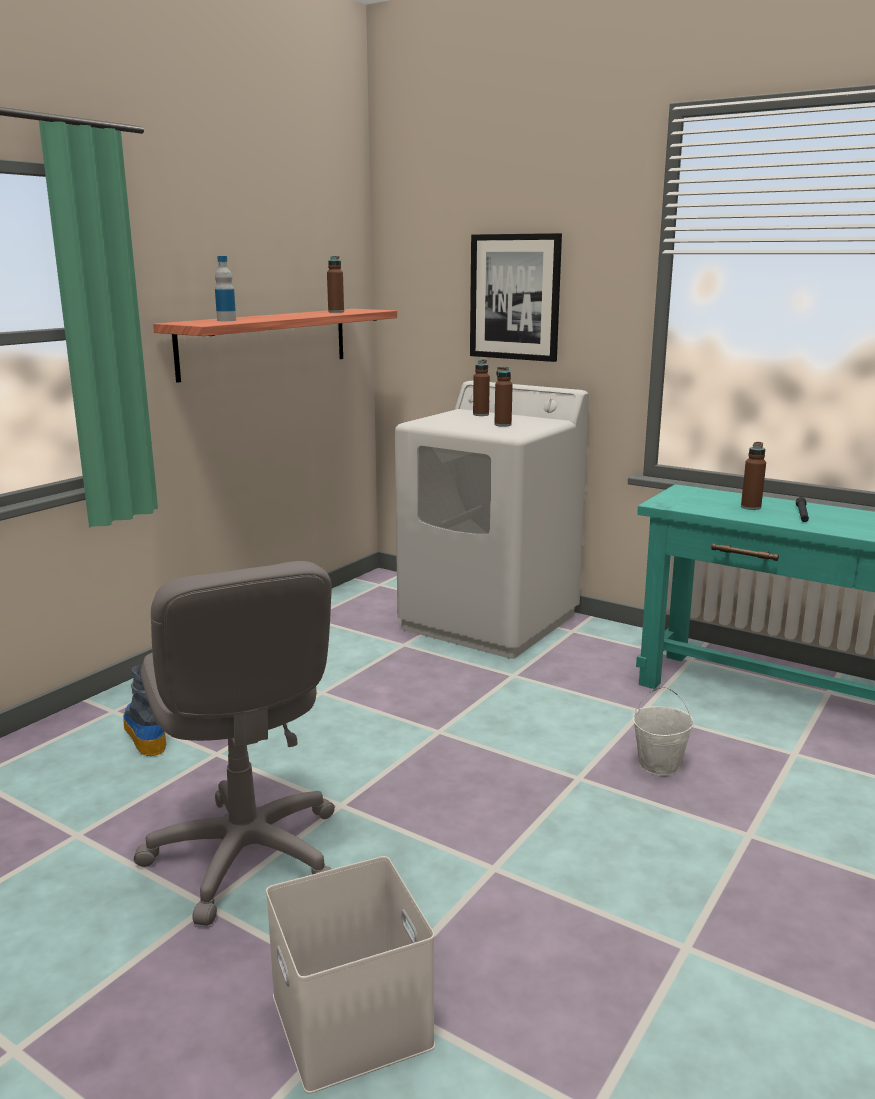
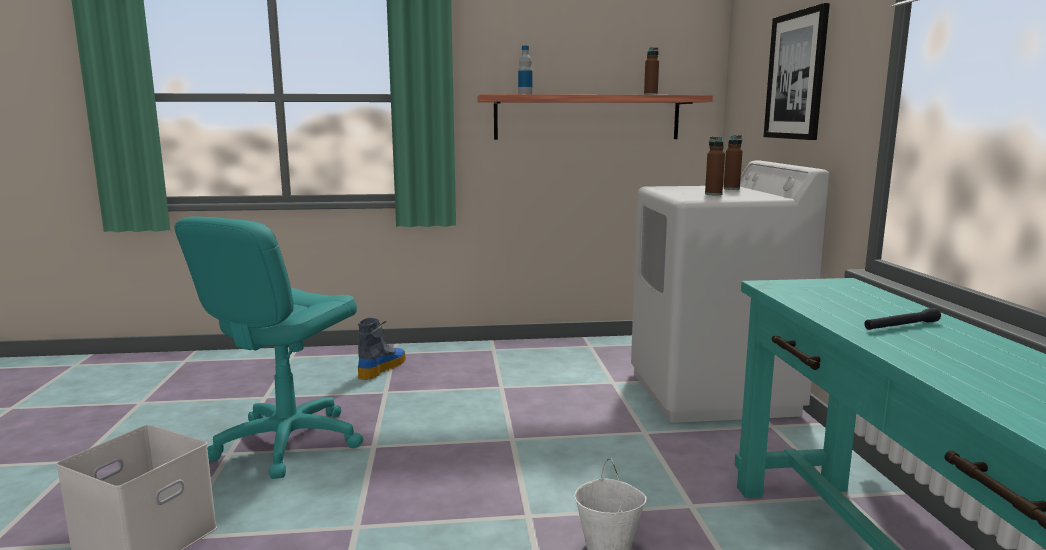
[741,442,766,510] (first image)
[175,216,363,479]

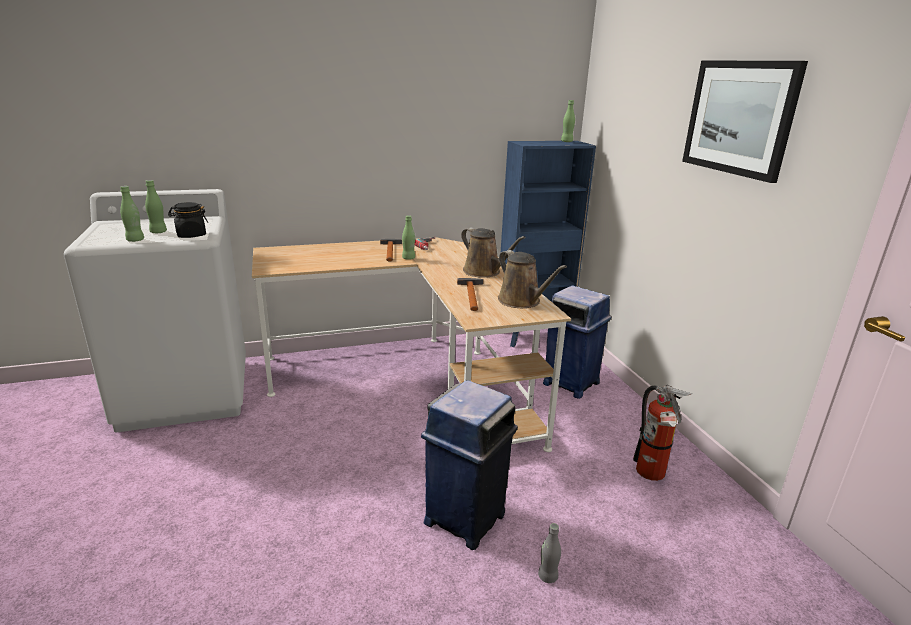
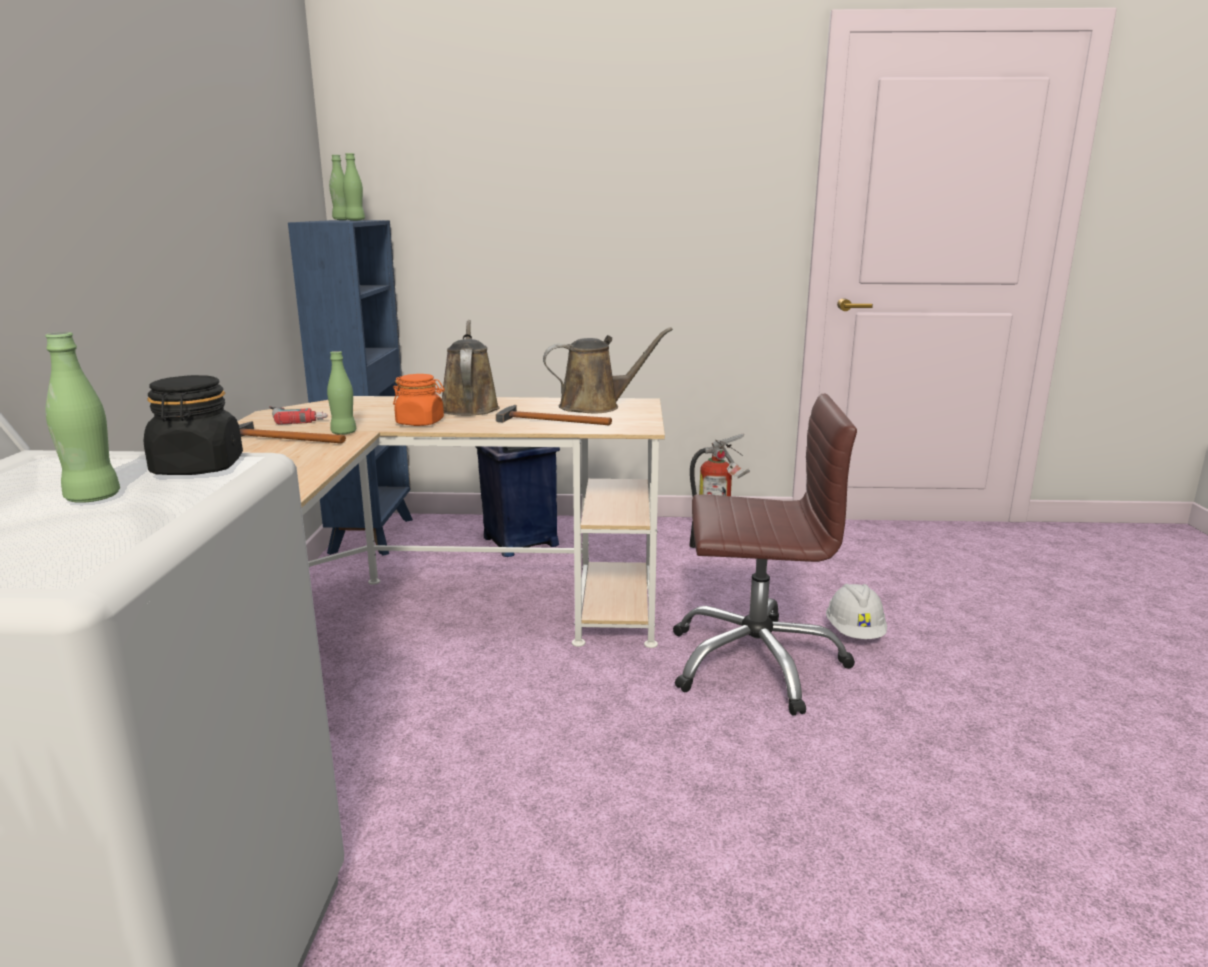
[682,61,808,183] (first image)
[393,374,445,426]
[343,153,365,221]
[673,394,857,716]
[826,584,887,639]
[442,320,500,416]

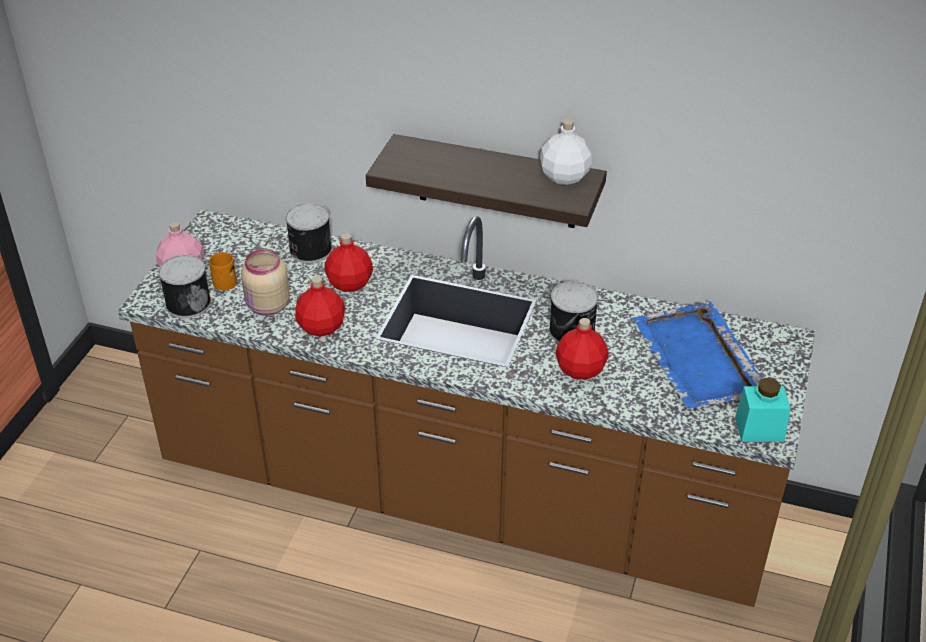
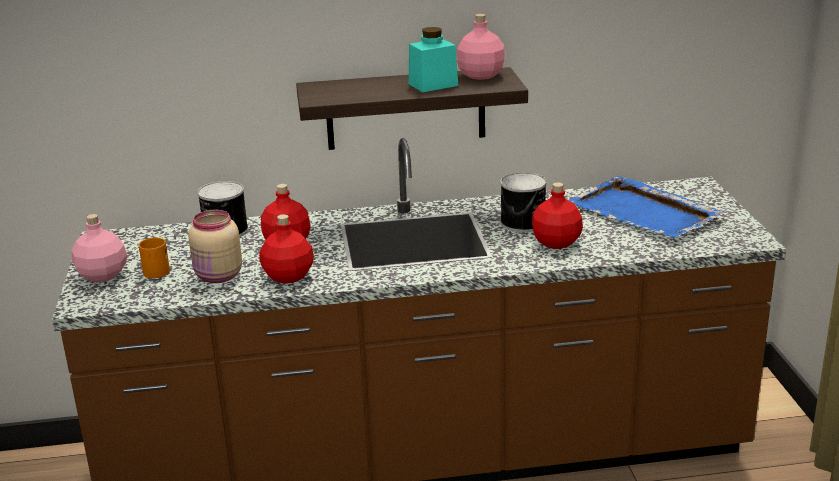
[158,255,211,318] (first image)
[409,27,458,92]
[457,14,505,80]

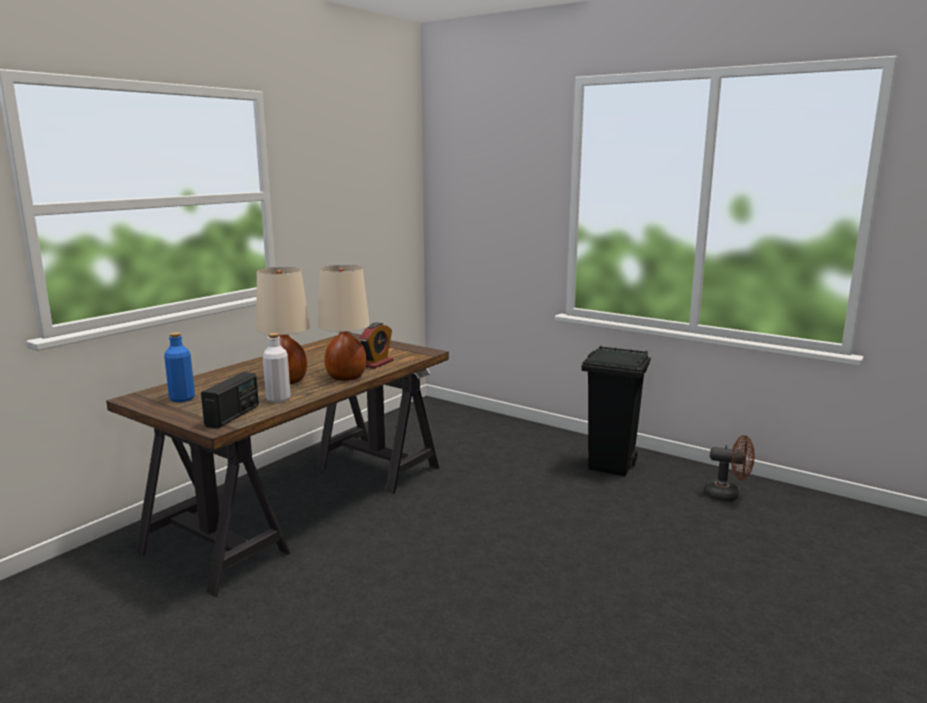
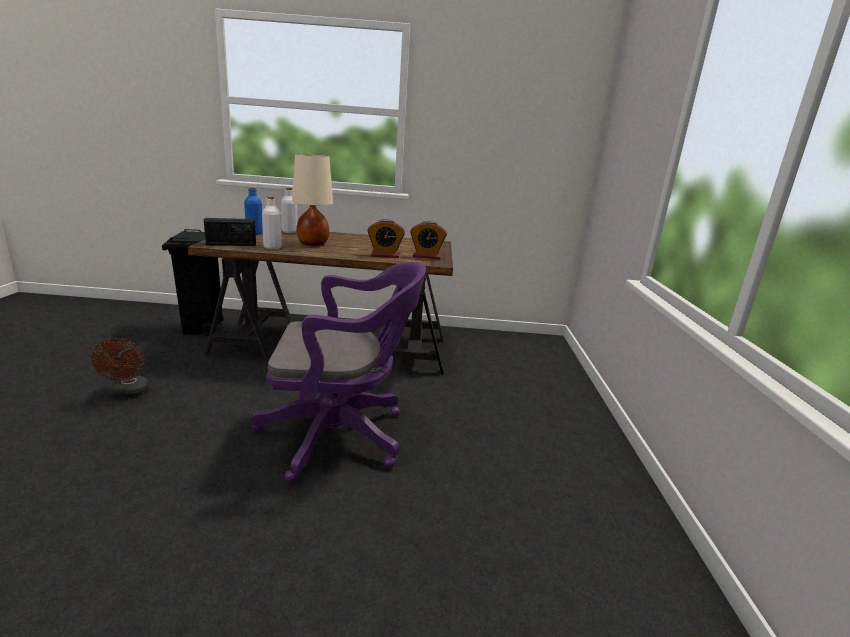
[318,265,370,381] (first image)
[251,262,426,483]
[281,187,298,233]
[410,221,447,259]
[162,229,224,336]
[92,338,149,398]

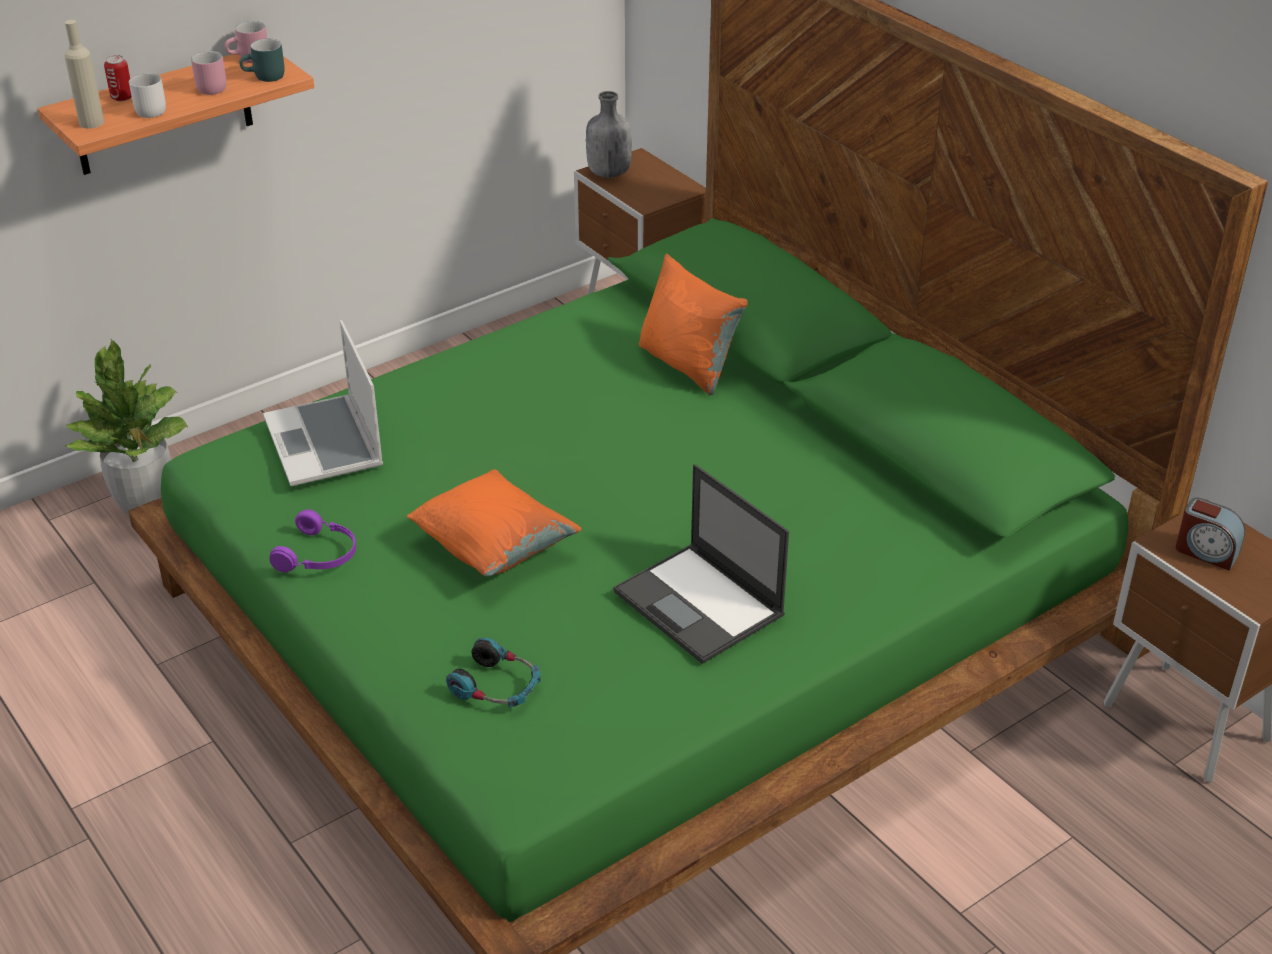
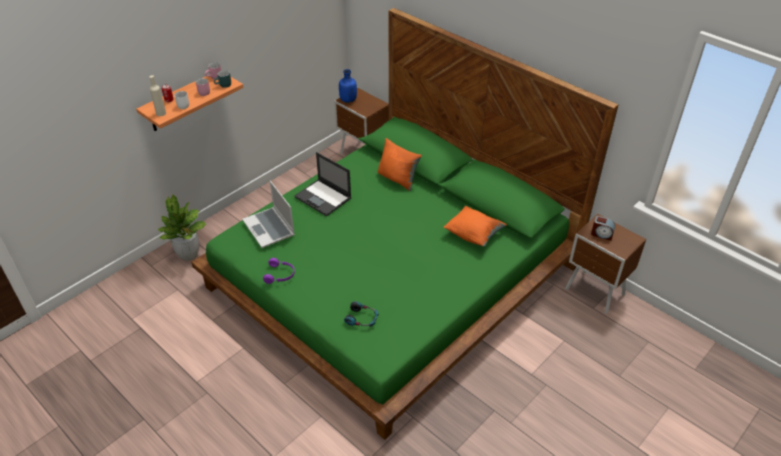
[444,206,507,246]
[294,152,351,216]
[339,69,357,103]

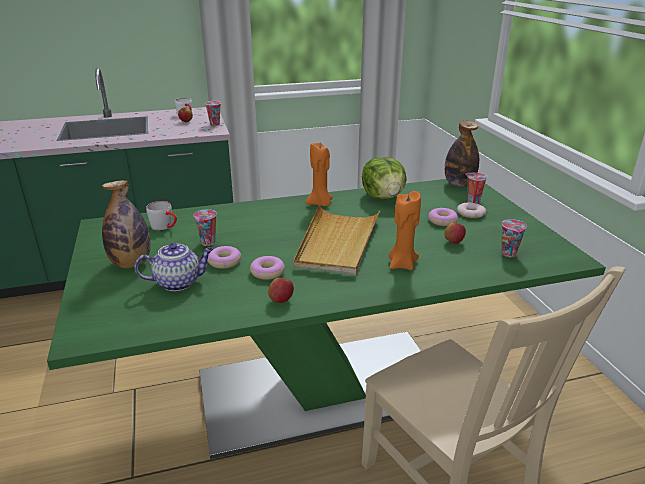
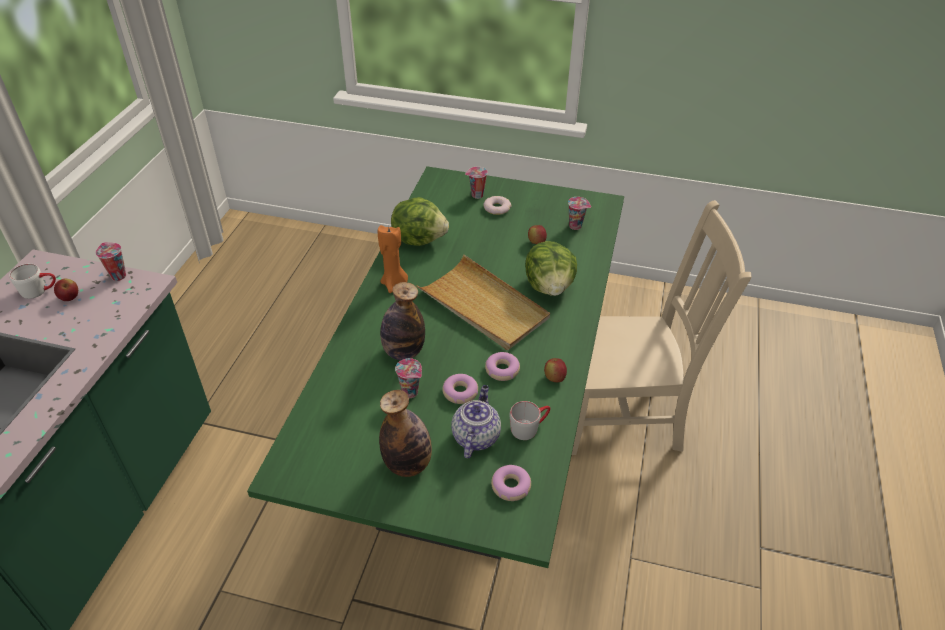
[510,401,550,440]
[491,465,531,501]
[380,282,425,360]
[525,241,577,296]

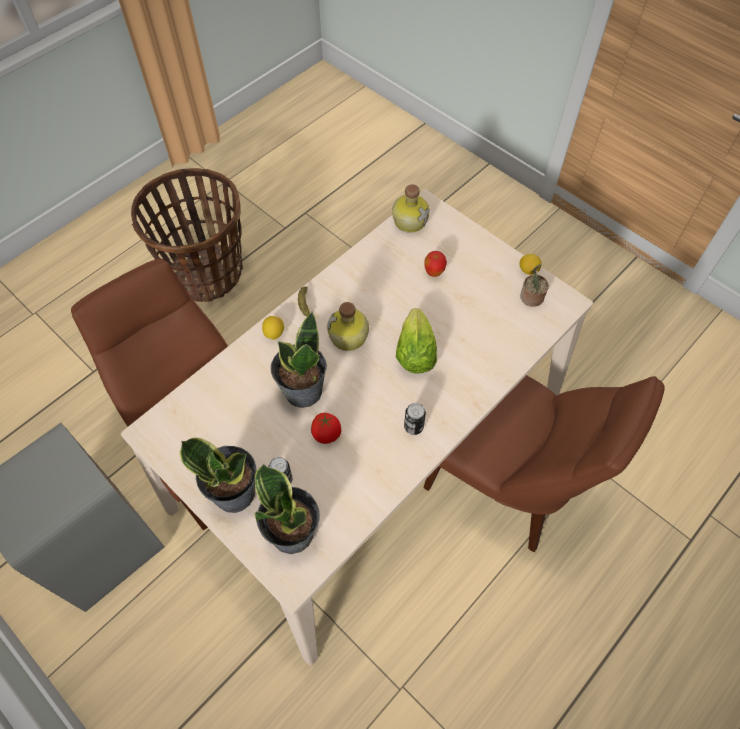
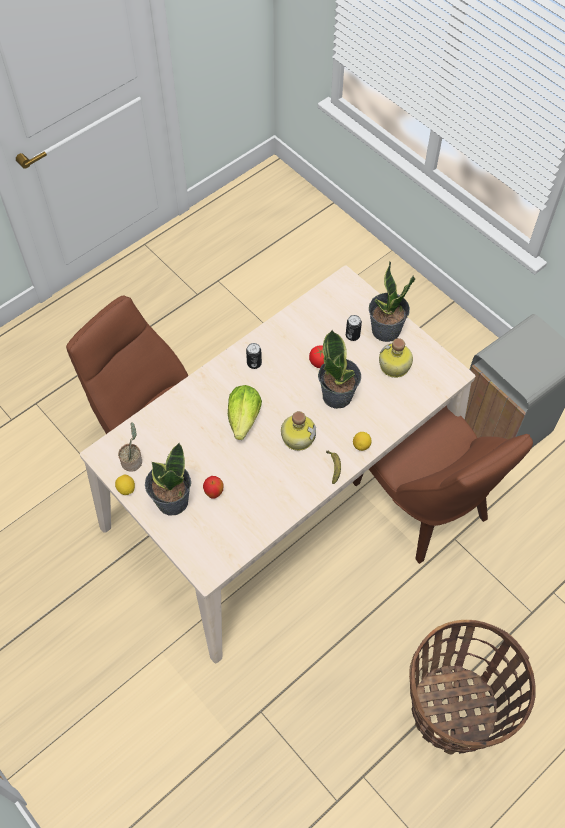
[145,443,191,516]
[379,338,413,378]

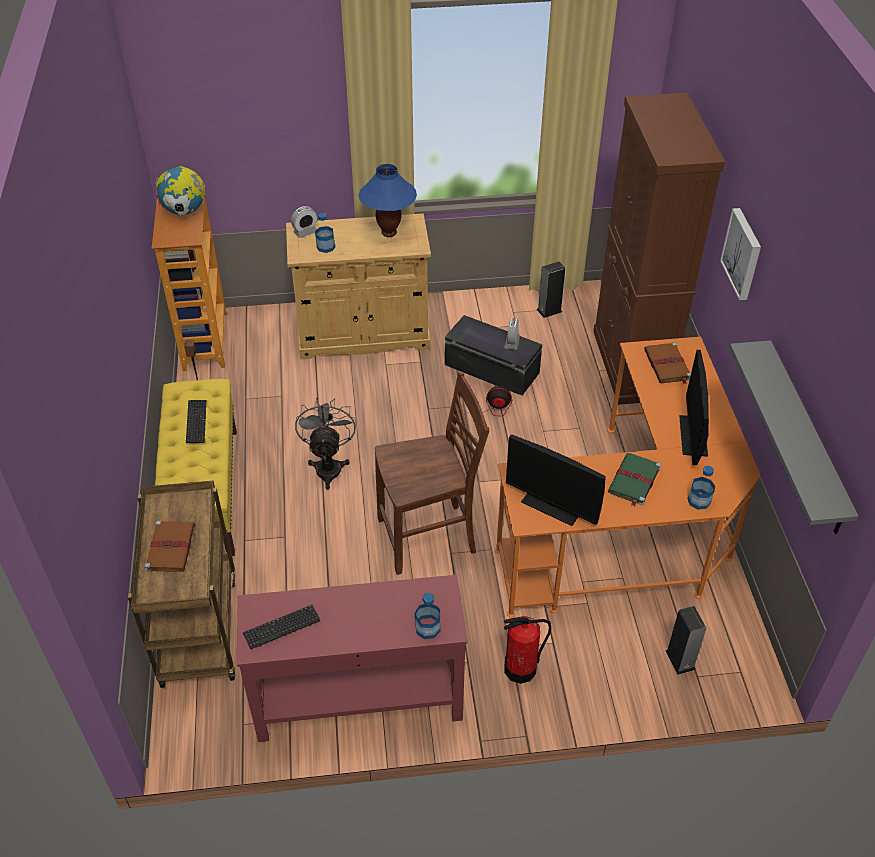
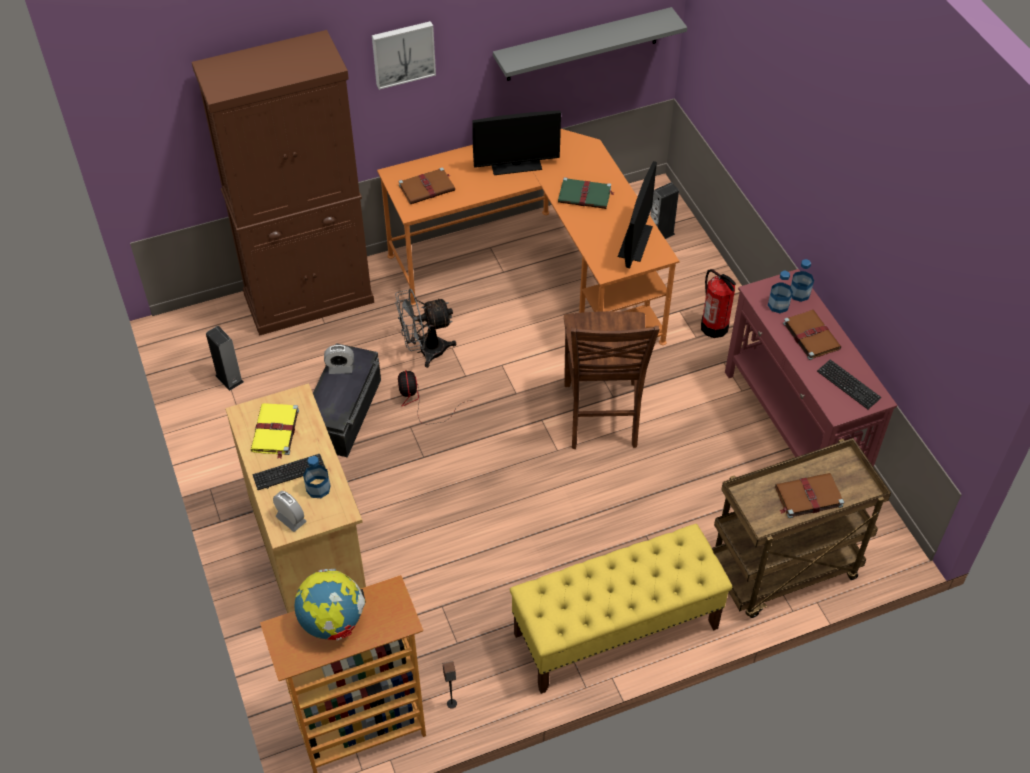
[783,310,841,360]
[252,454,325,490]
[395,289,456,368]
[768,271,793,313]
[251,403,299,459]
[564,311,660,449]

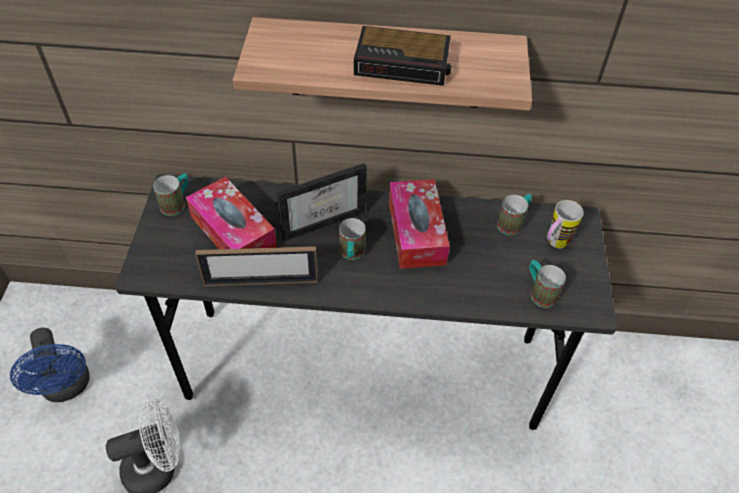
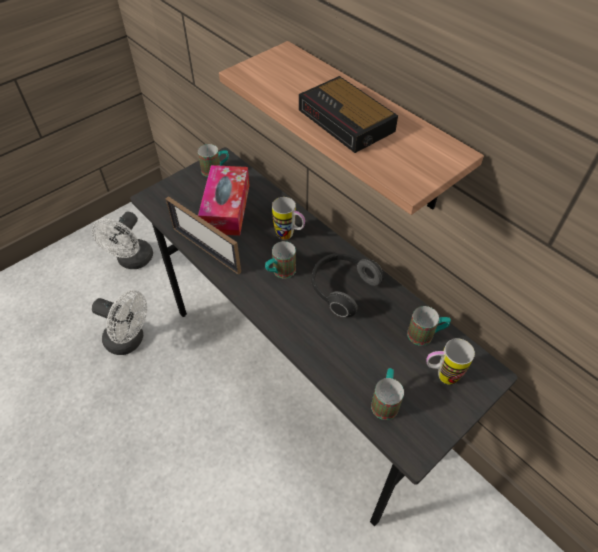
[272,197,305,240]
[311,253,383,317]
[92,212,153,269]

